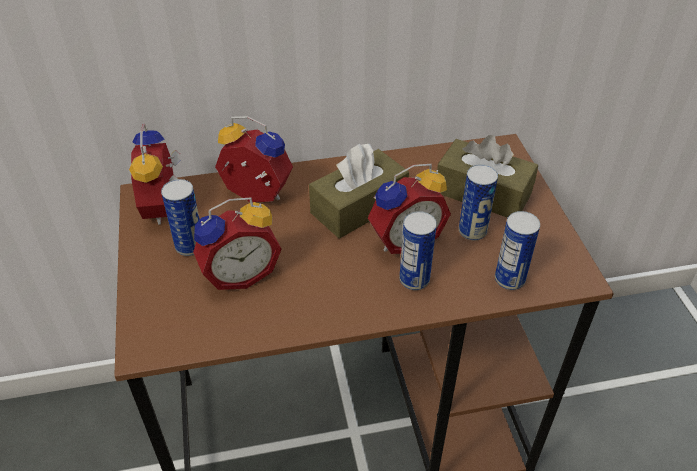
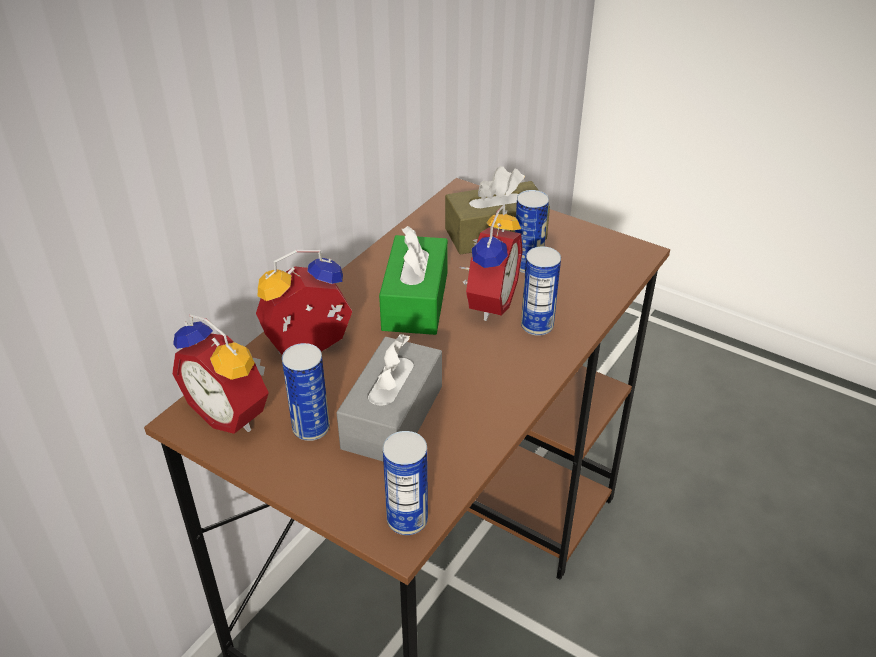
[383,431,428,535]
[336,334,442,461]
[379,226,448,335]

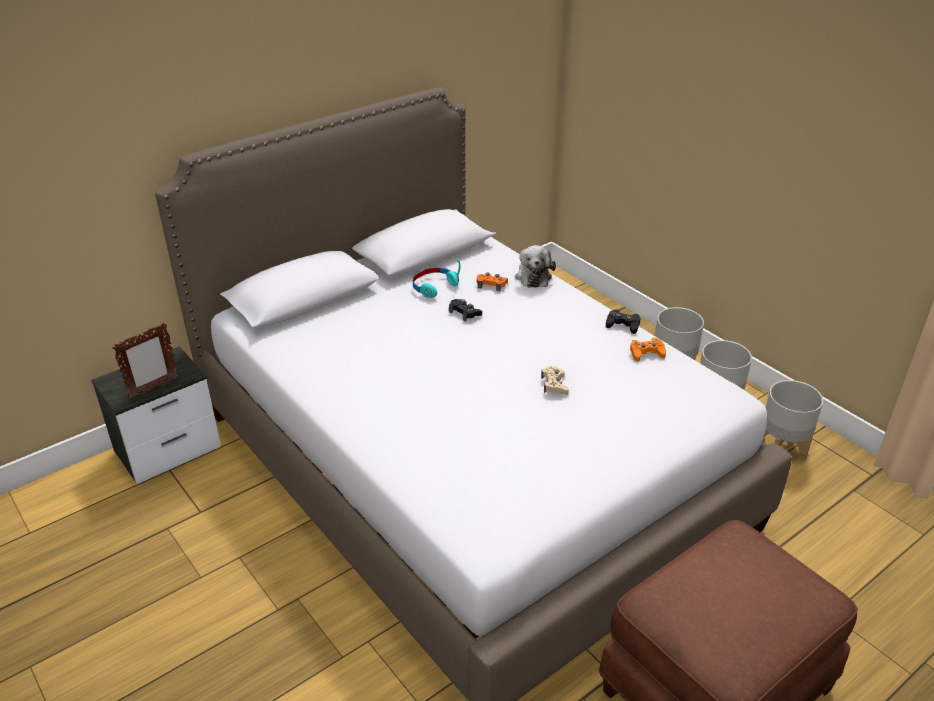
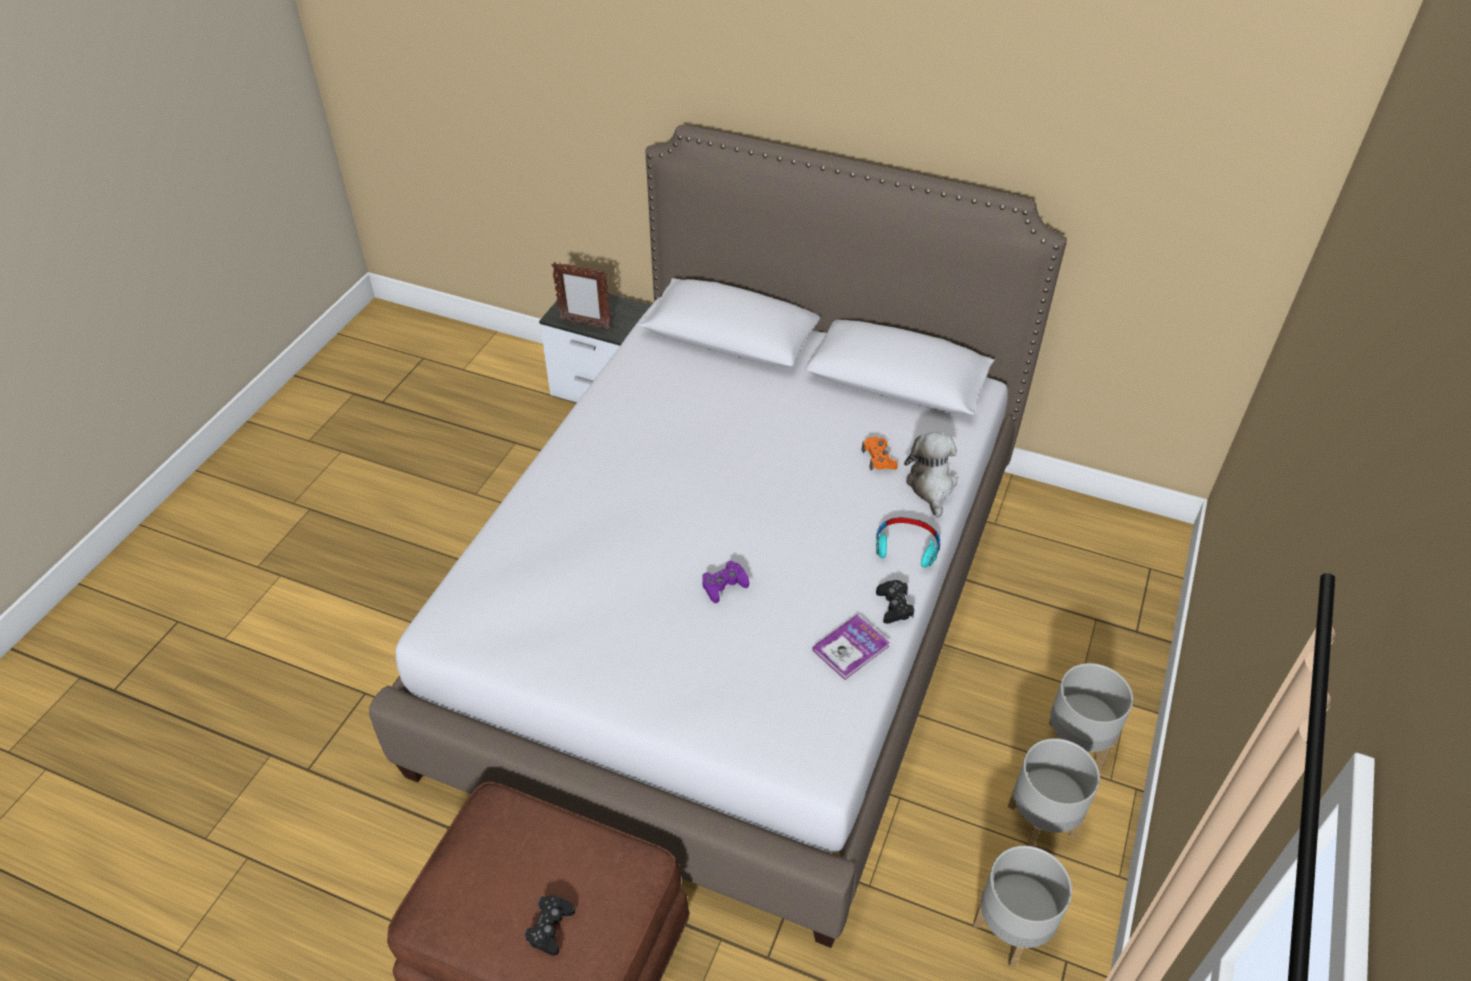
[876,517,940,568]
[525,895,575,956]
[812,615,890,680]
[702,561,749,603]
[904,432,958,518]

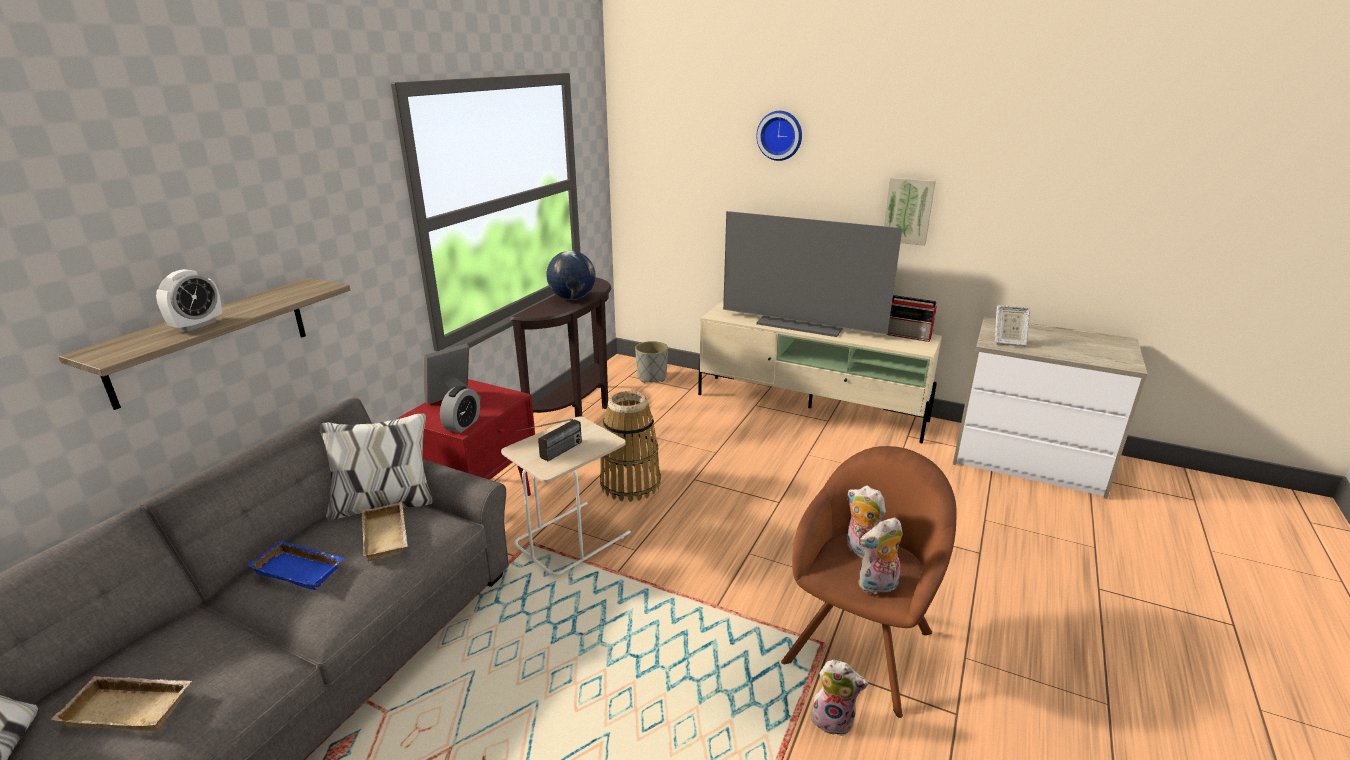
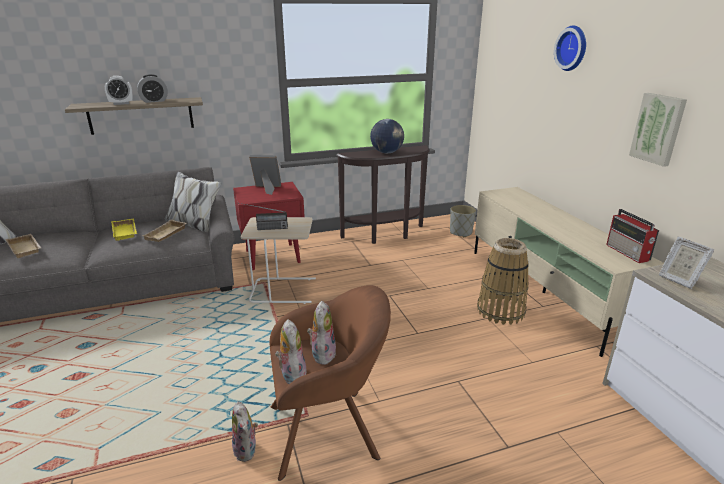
[723,211,903,337] (first image)
[137,74,168,103]
[477,238,529,325]
[111,218,137,241]
[275,319,307,384]

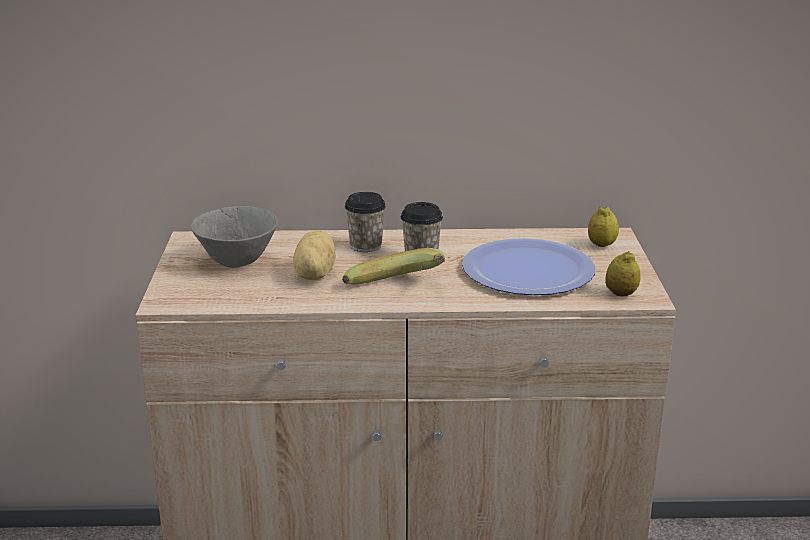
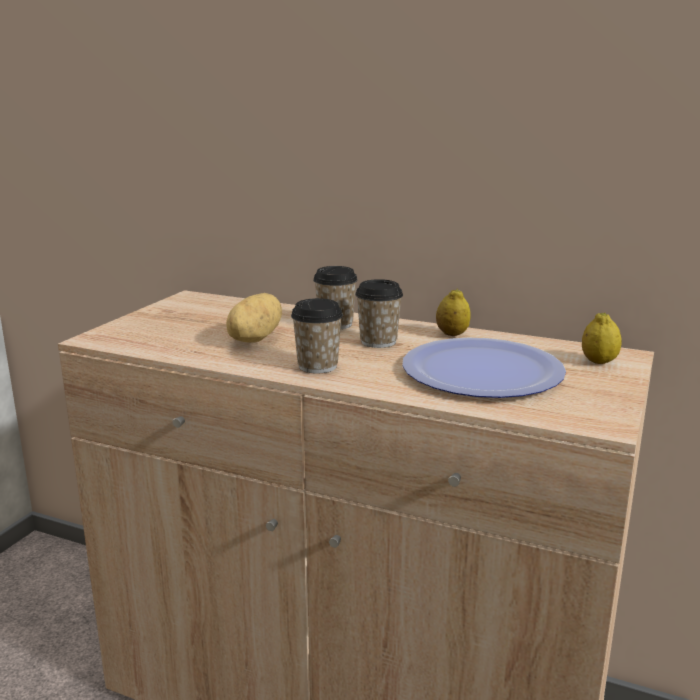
[190,206,278,268] (first image)
[436,289,471,336]
[291,298,343,373]

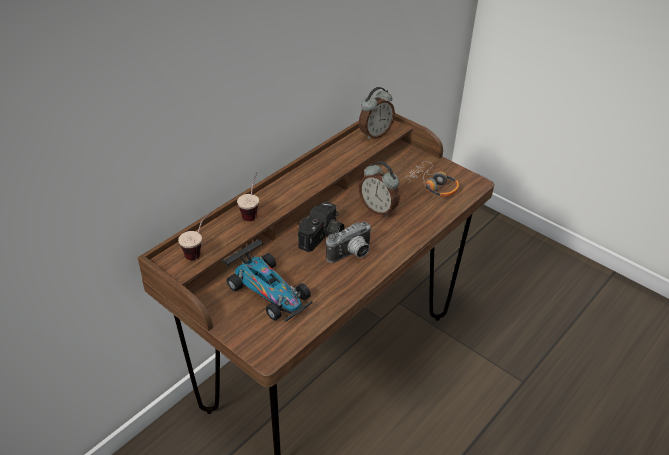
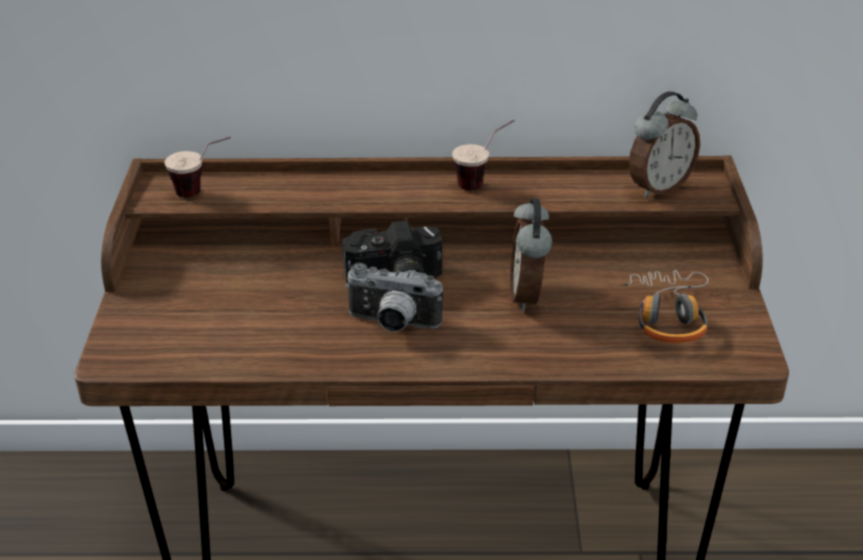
[222,239,313,322] (first image)
[452,120,515,190]
[629,91,700,198]

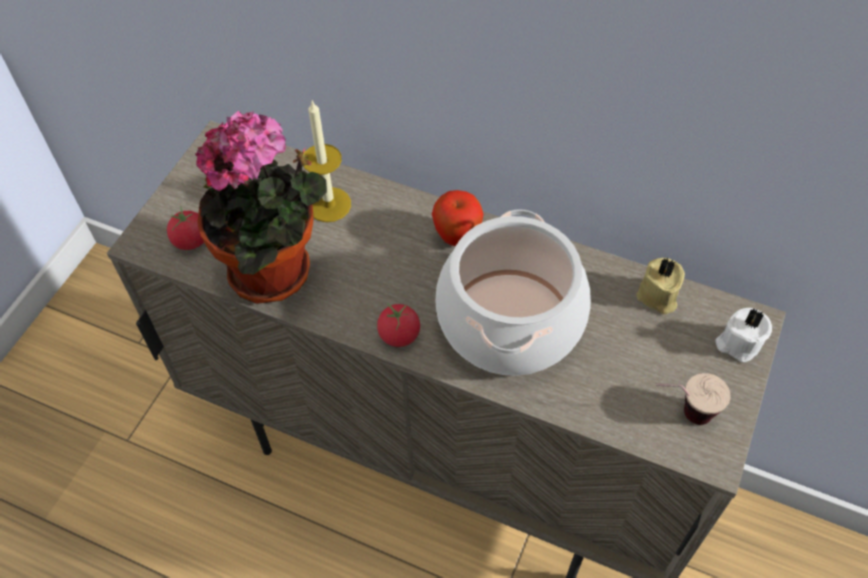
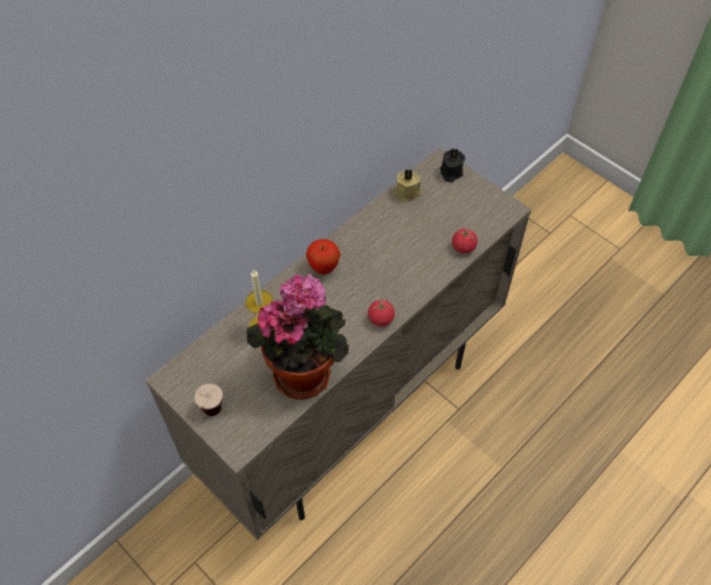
[435,209,591,376] (first image)
[452,227,478,253]
[192,384,223,421]
[440,149,465,182]

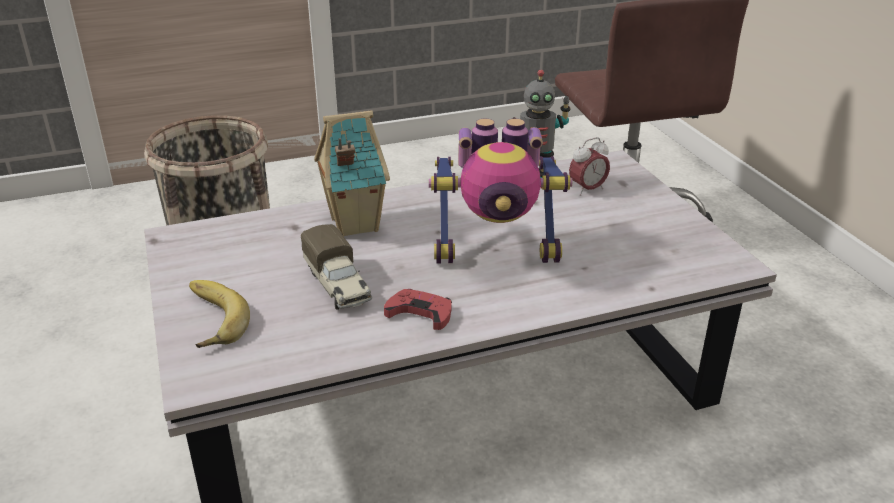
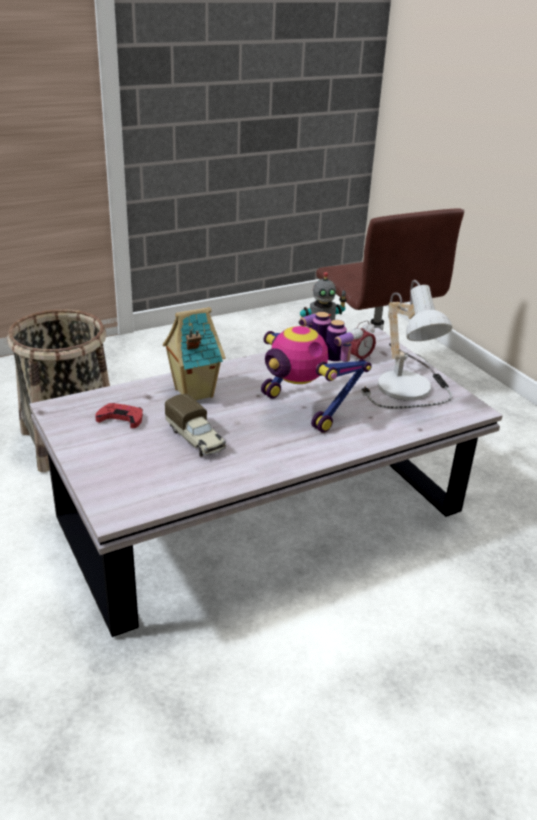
[189,280,250,348] (first image)
[361,280,453,409]
[95,403,143,428]
[261,312,372,433]

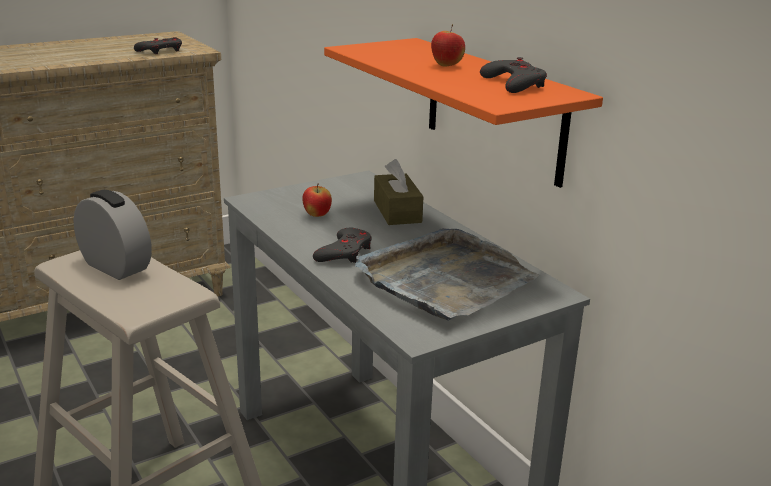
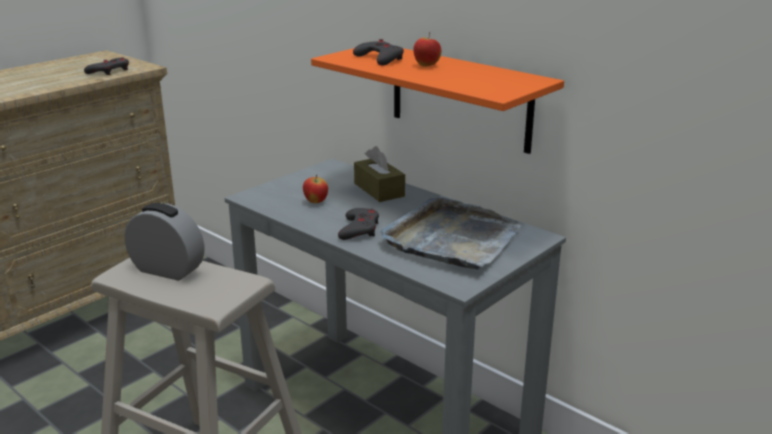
[353,39,404,66]

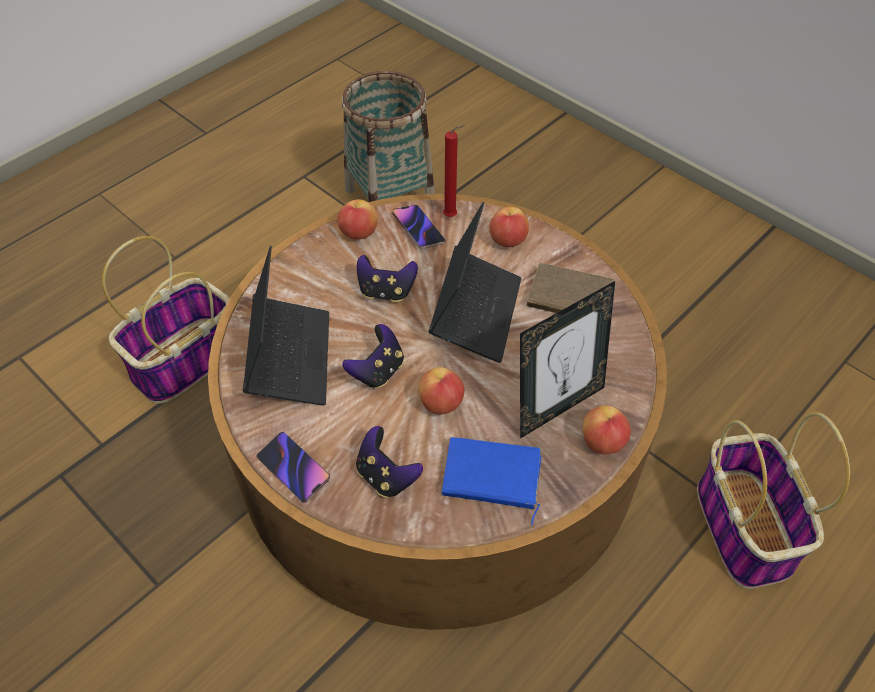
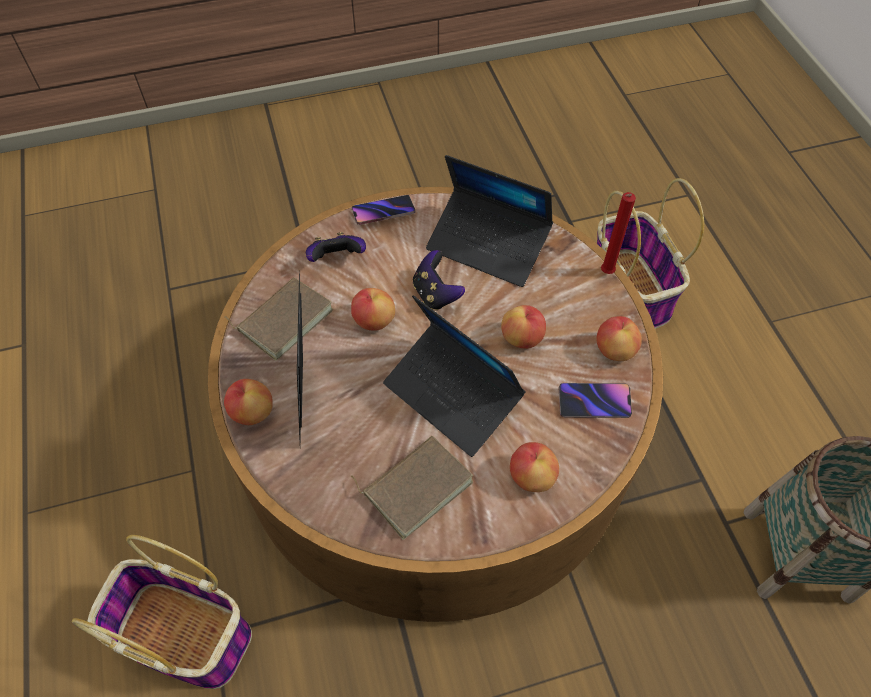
[601,192,636,274]
[501,305,546,349]
[225,277,333,361]

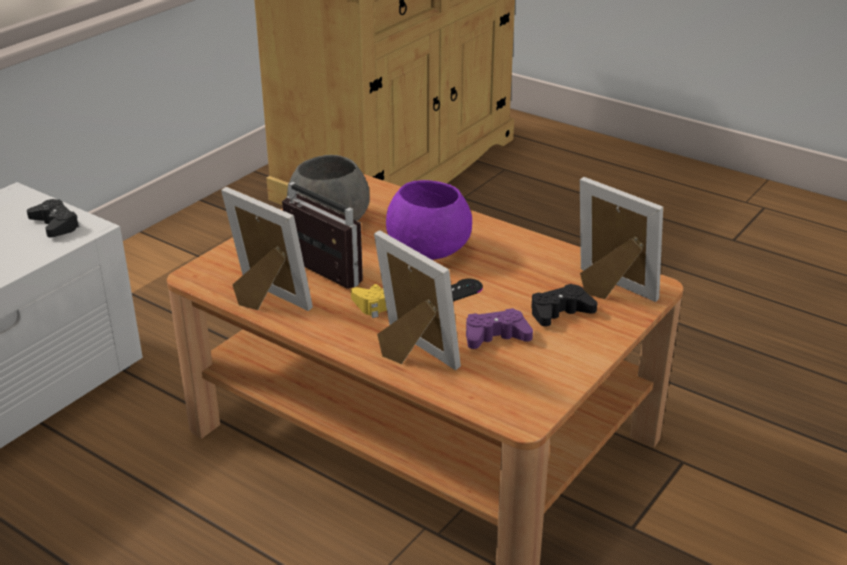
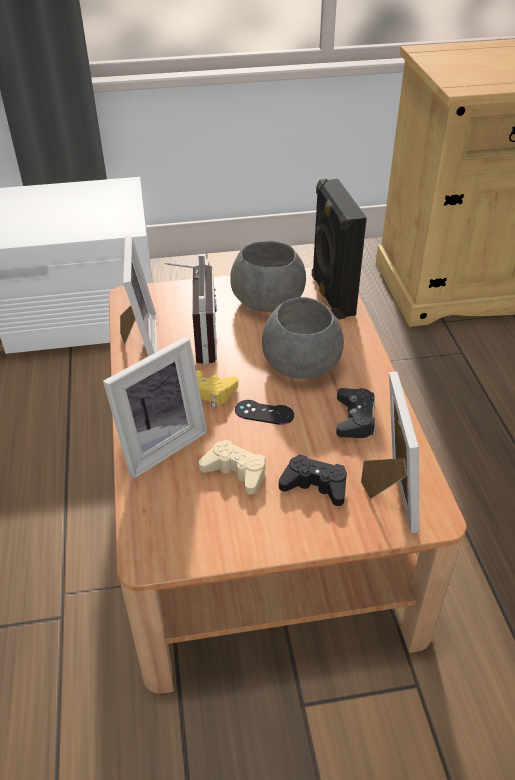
[312,179,367,320]
[336,388,376,438]
[262,297,344,379]
[199,439,266,495]
[103,336,207,479]

